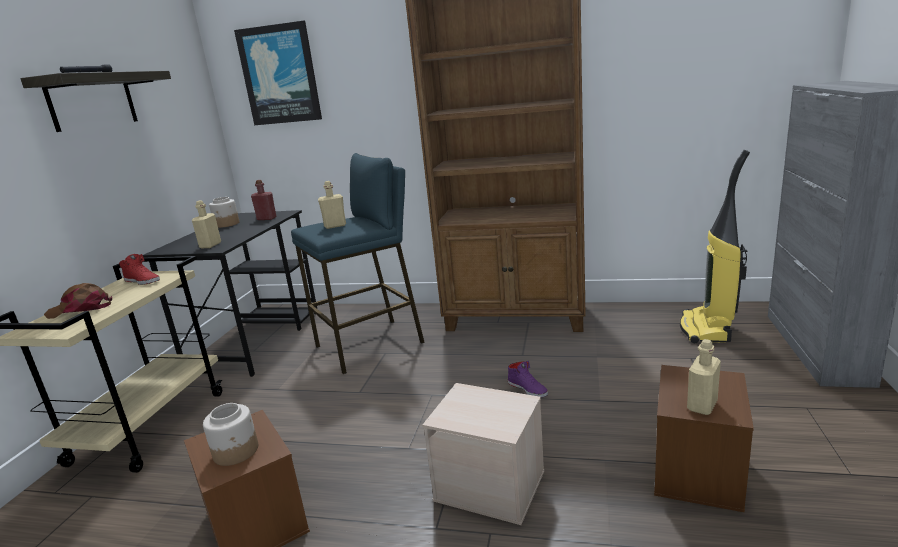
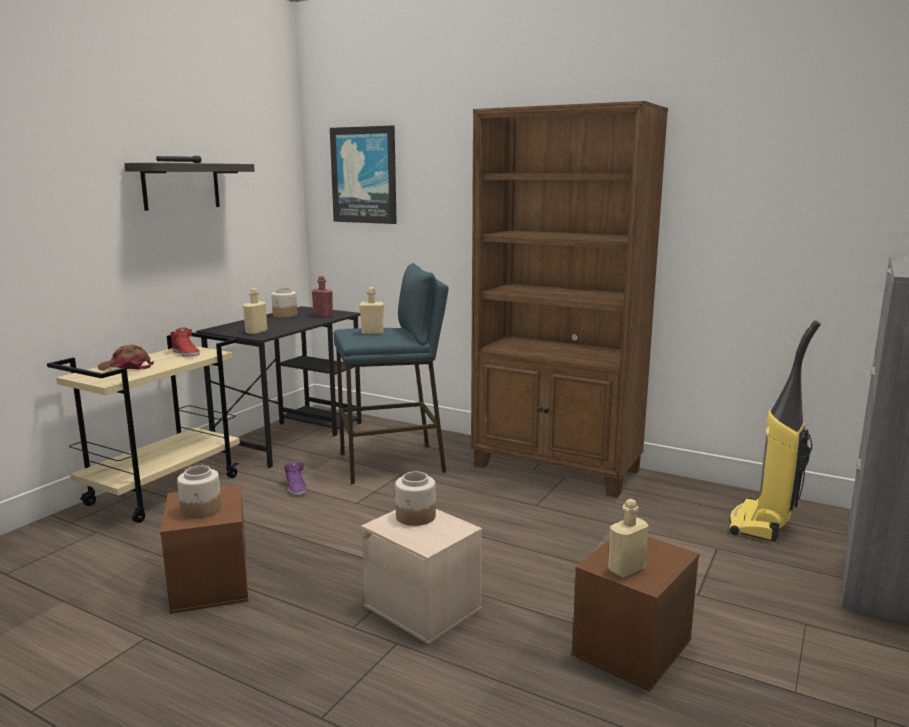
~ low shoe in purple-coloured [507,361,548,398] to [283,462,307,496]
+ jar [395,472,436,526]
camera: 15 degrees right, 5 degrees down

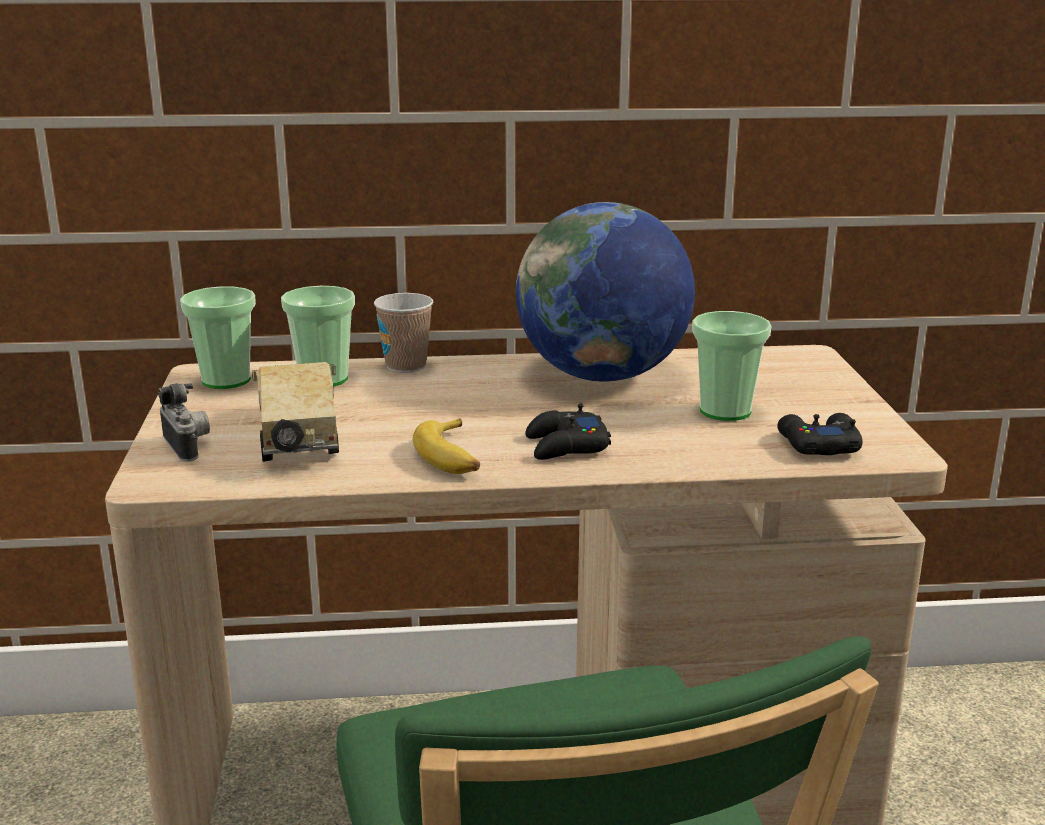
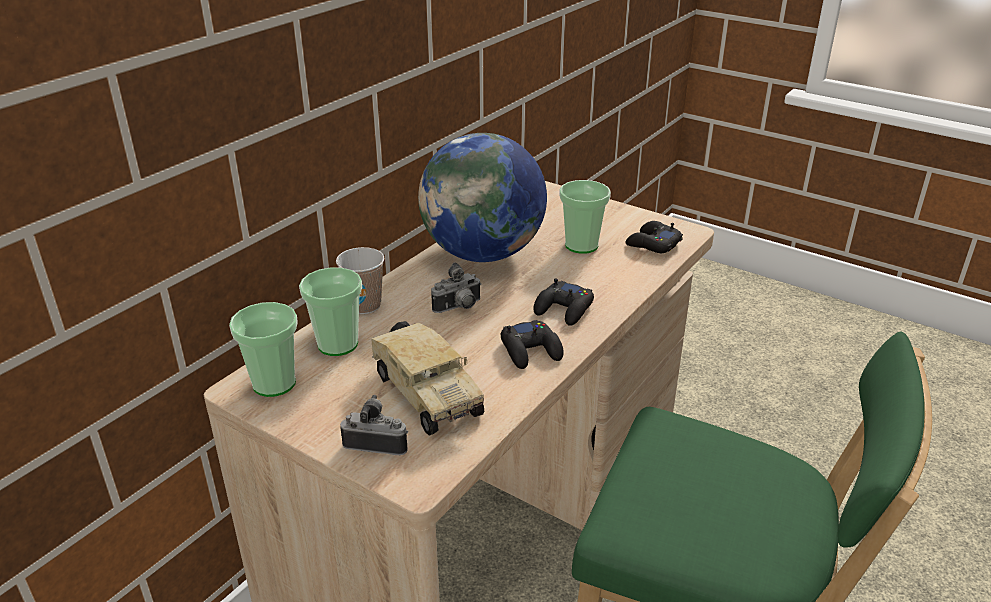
~ model truck [252,362,339,462] = [371,321,484,436] 150 degrees counterclockwise
~ whole banana [413,418,480,474] to joypad in blackish [501,320,564,369]
+ still camera [431,262,482,313]
camera: 50 degrees left, 10 degrees up

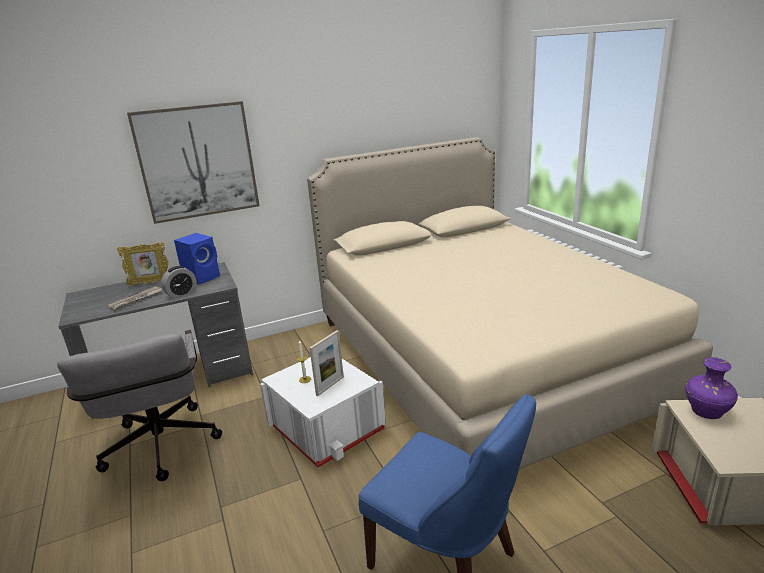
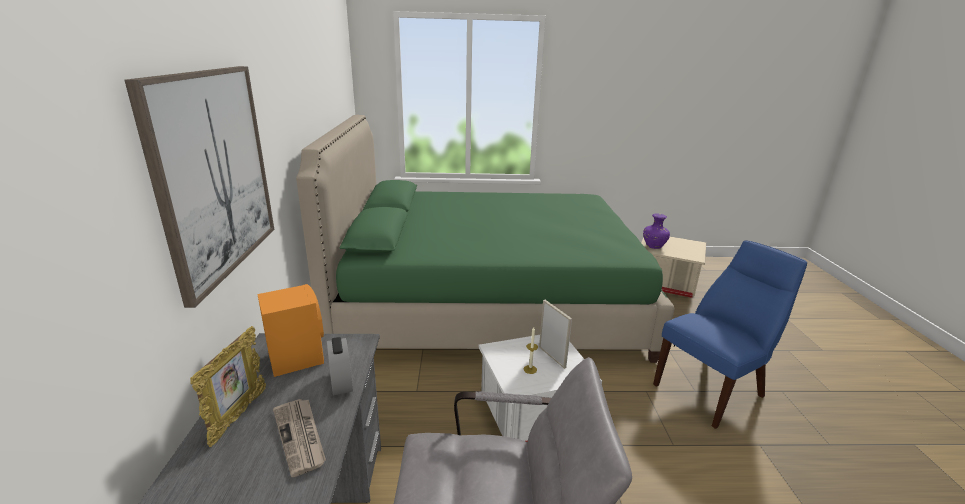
~ loudspeaker in blue-coloured [174,233,220,285] to loudspeaker in orange-coloured [257,284,324,377]
~ sleeping bed in beige [307,137,713,470] to sleeping bed in green [296,115,674,363]
camera: 70 degrees left, 0 degrees up

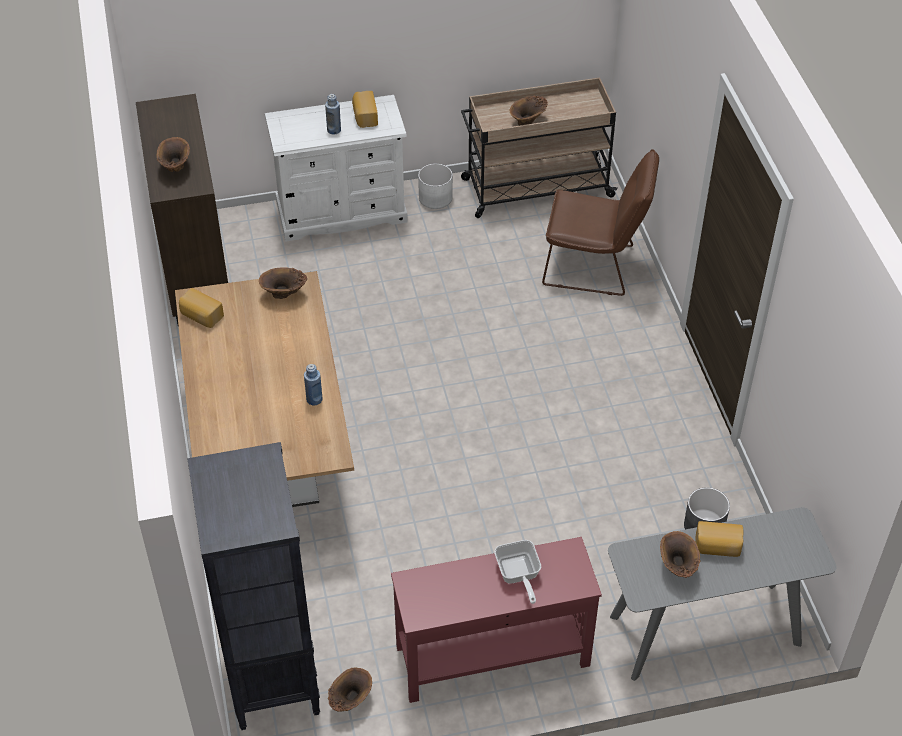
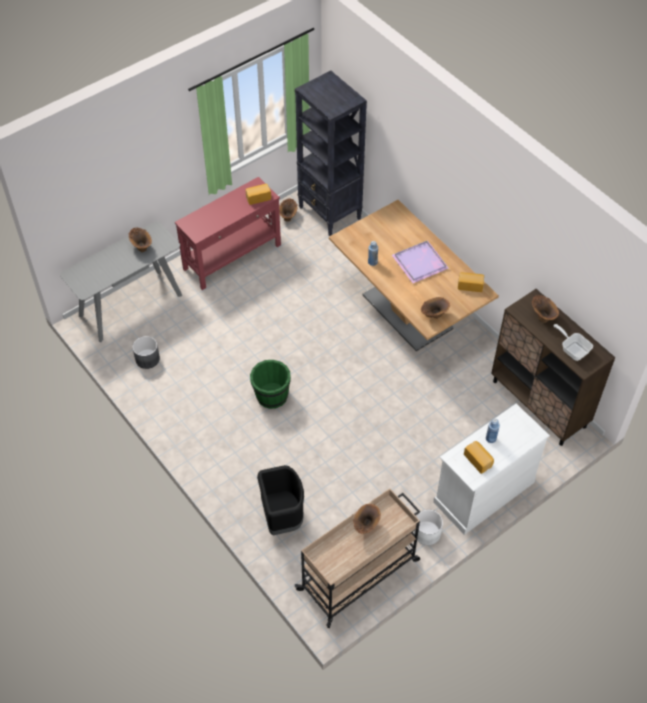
~ frying pan [494,540,541,604] to [553,324,593,361]
~ chair in brown [542,149,659,296] to waste bin in blackish [257,465,304,535]
~ bakery bread [696,521,744,557] to [246,184,271,205]
+ bucket in green [250,360,291,409]
+ tray in purple-coloured [392,240,449,283]
camera: 155 degrees right, 5 degrees up

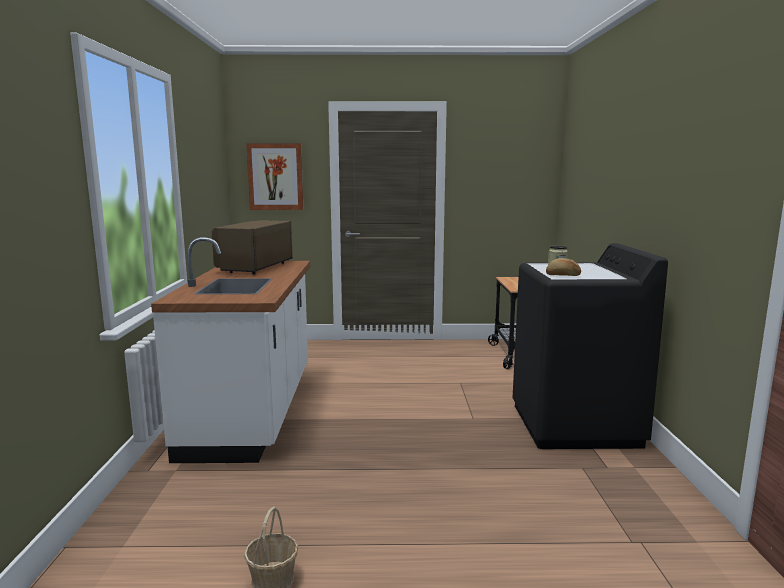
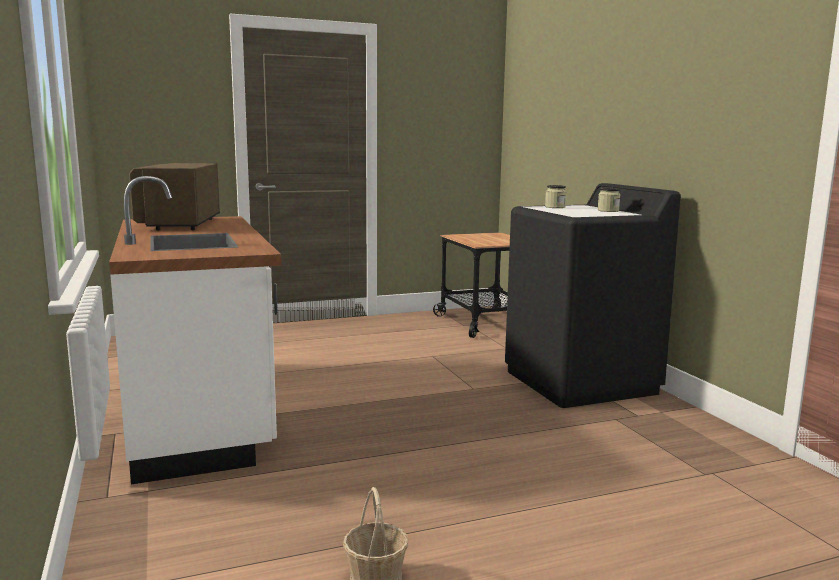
- picture [246,144,303,210]
- bakery bread [546,258,581,276]
+ jar [598,188,620,212]
camera: 20 degrees left, 0 degrees up

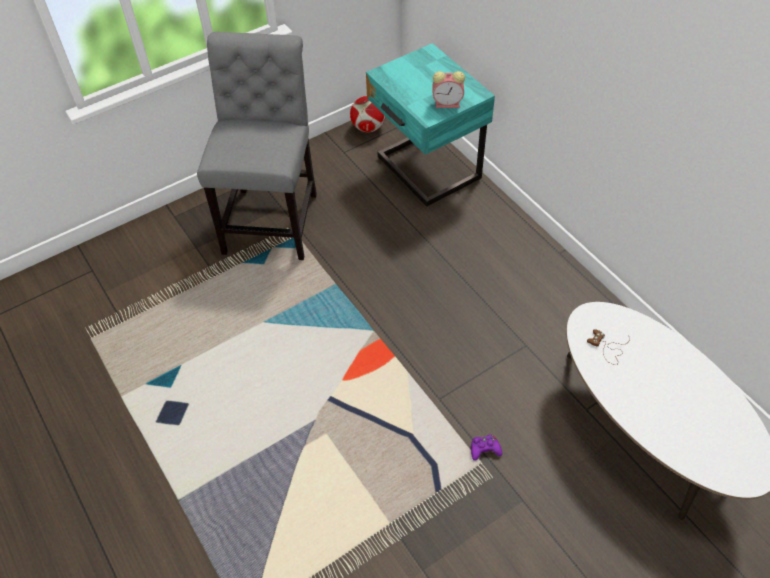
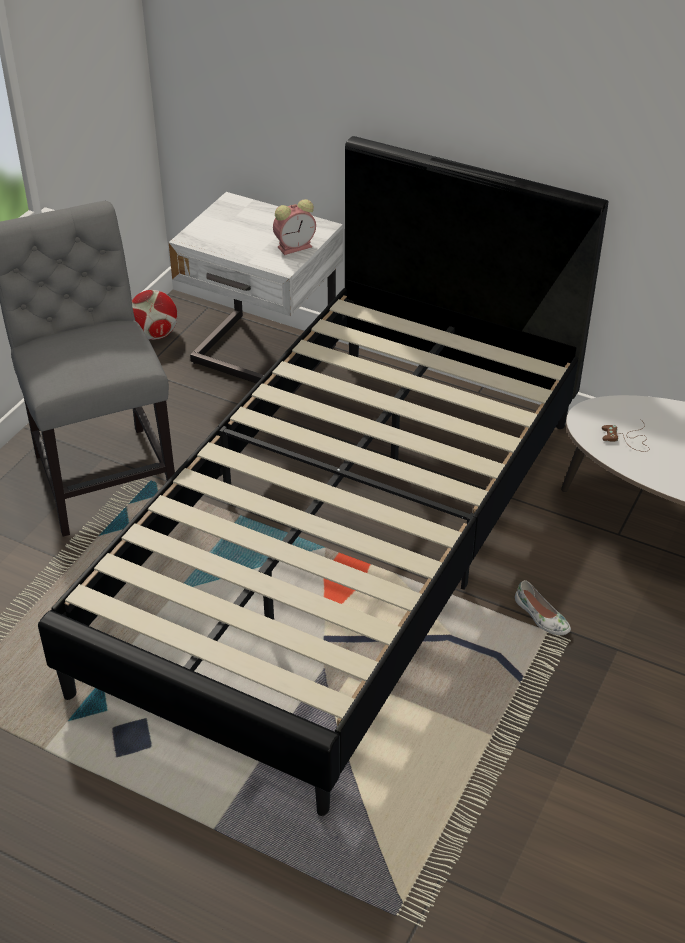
~ nightstand in turquoise [366,43,495,207] to nightstand in whitish [169,192,343,394]
~ joypad in purple-coloured [471,434,502,461] to low shoe in whitish [515,580,571,635]
+ sleeping bed in blackish [38,136,608,816]
camera: 30 degrees left, 10 degrees down

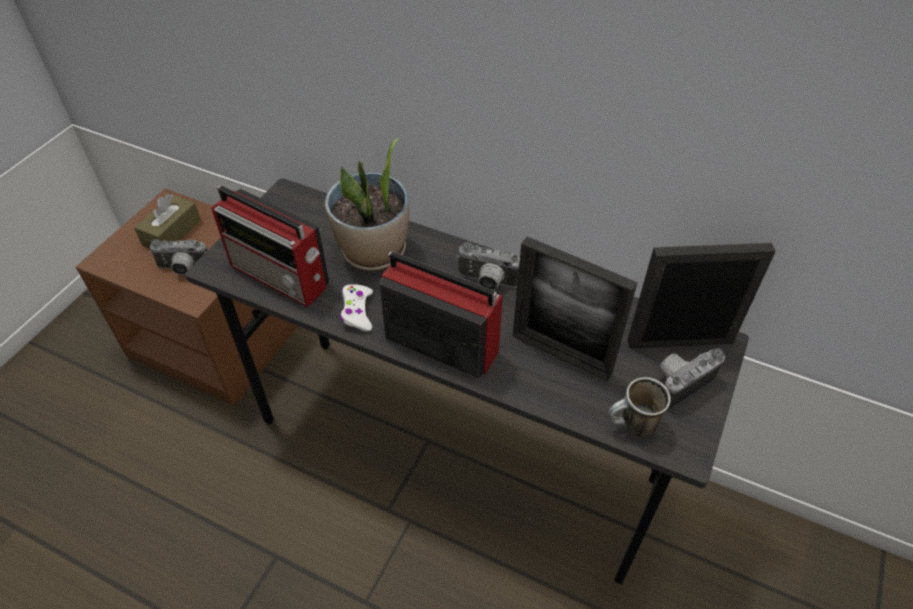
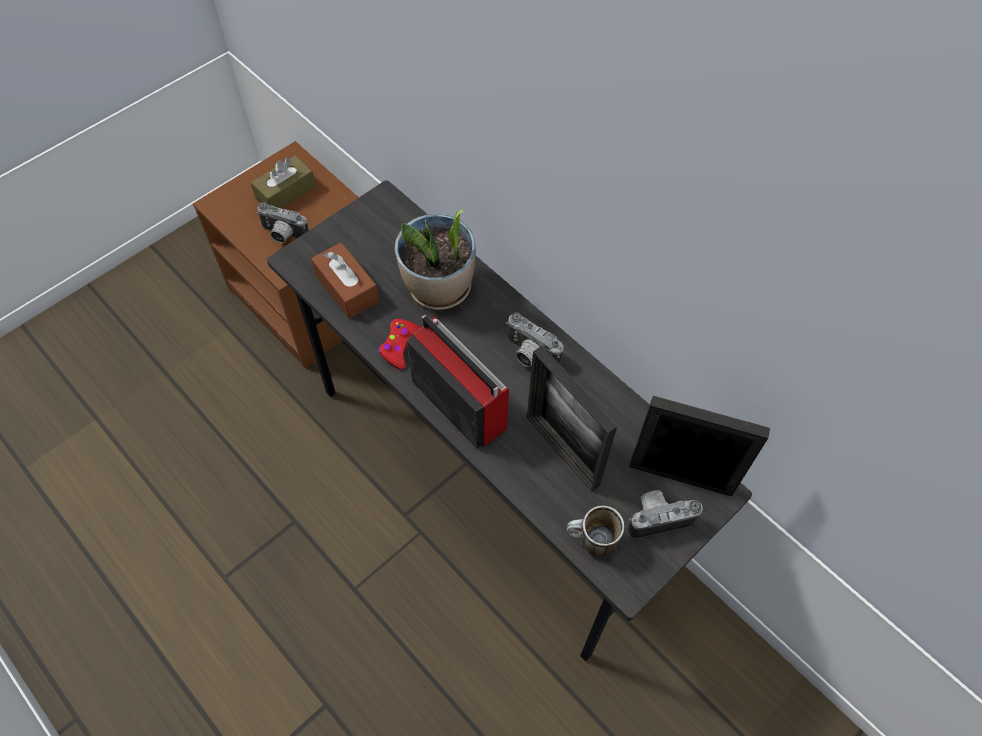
~ radio set [211,186,329,307] to box of tissues in brown [311,243,379,319]
~ joypad in whitish [340,284,373,332] to joypad in red-coloured [379,319,420,370]
camera: 20 degrees right, 10 degrees up

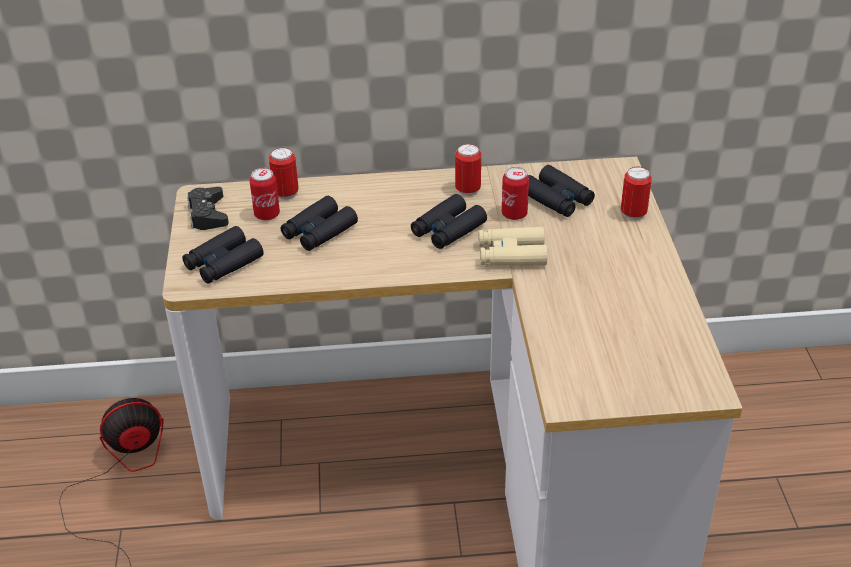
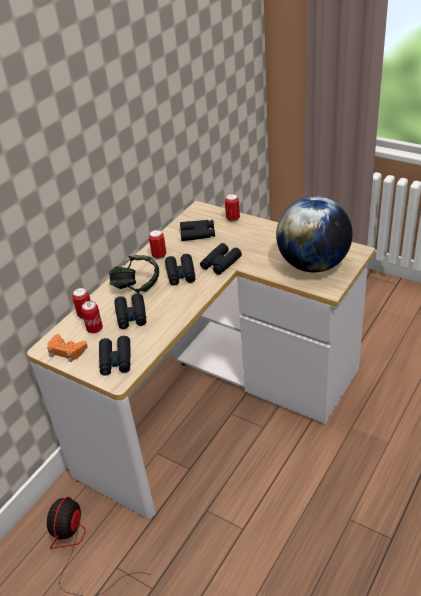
~ joypad in blackish [187,187,229,230] to joypad in orange-coloured [47,334,88,362]
~ binoculars in beige [478,227,547,266] to binoculars in blackish [200,243,242,275]
- metal can [502,167,529,220]
+ headphones [109,255,159,293]
+ world globe [276,196,353,272]
camera: 50 degrees left, 0 degrees up

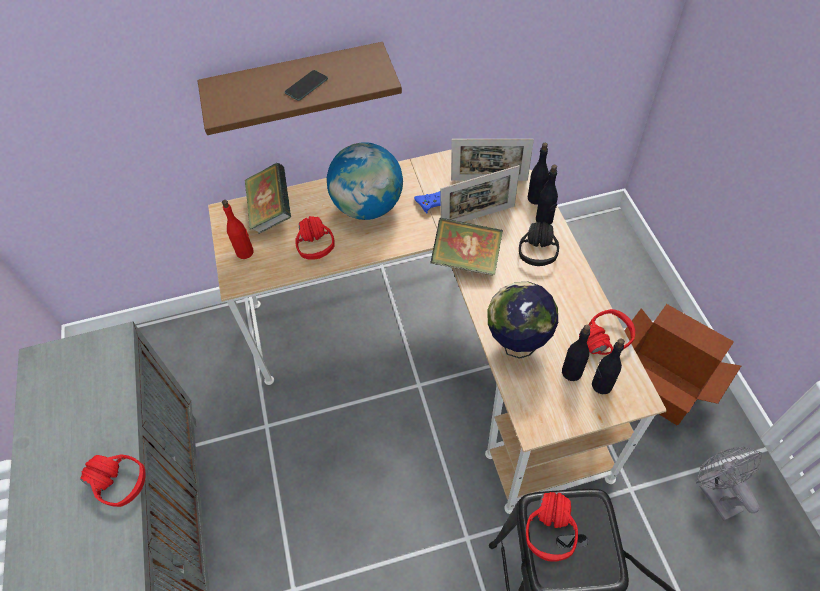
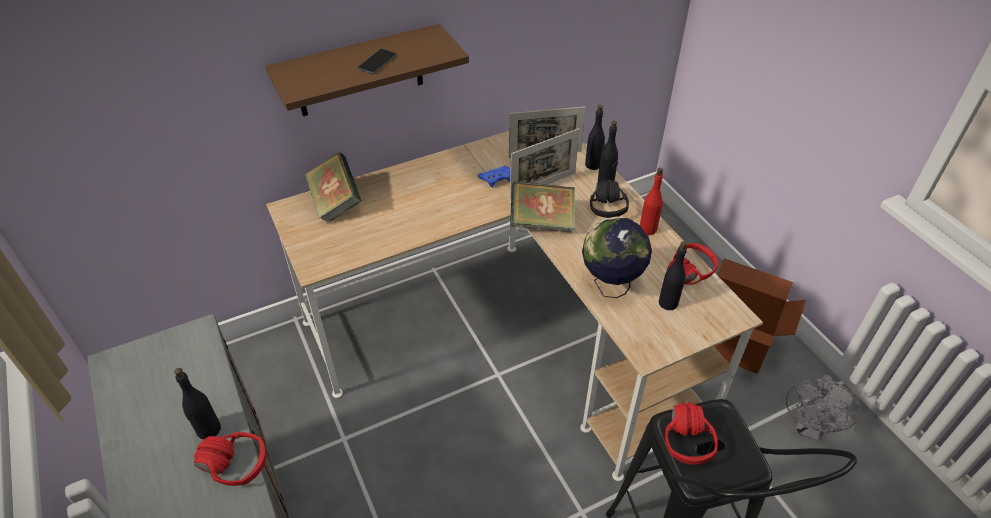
~ bottle in red-coloured [222,200,254,259] to [640,168,663,235]
- headphones in red-coloured [295,216,335,260]
- world globe [327,142,403,220]
~ bottle in blackish [592,339,625,394] to [174,368,221,440]
~ fan in gray [696,447,762,521] = [786,374,861,441] 120 degrees counterclockwise
camera: 15 degrees left, 10 degrees down

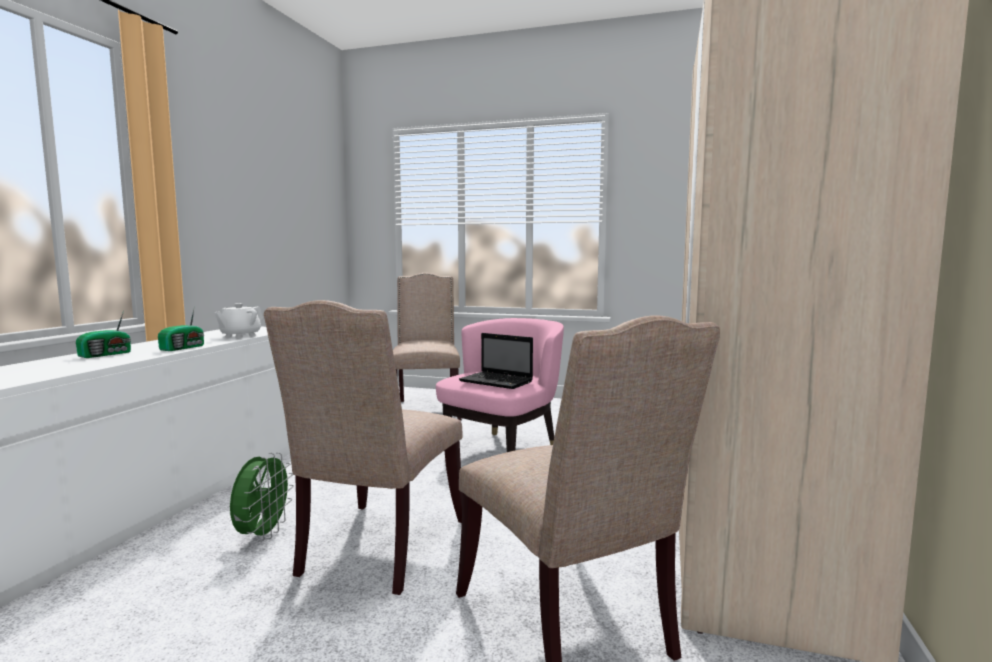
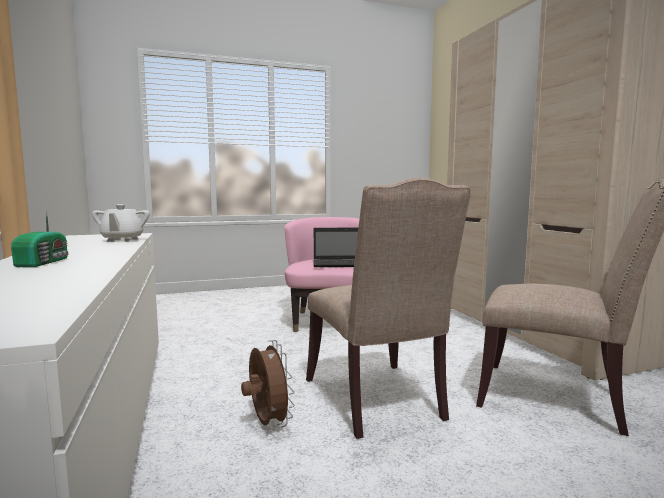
- radio set [158,309,204,351]
~ fan in green [230,452,294,542] to fan in brown [241,340,294,427]
- chair in beige [393,273,462,421]
camera: 35 degrees left, 0 degrees up

